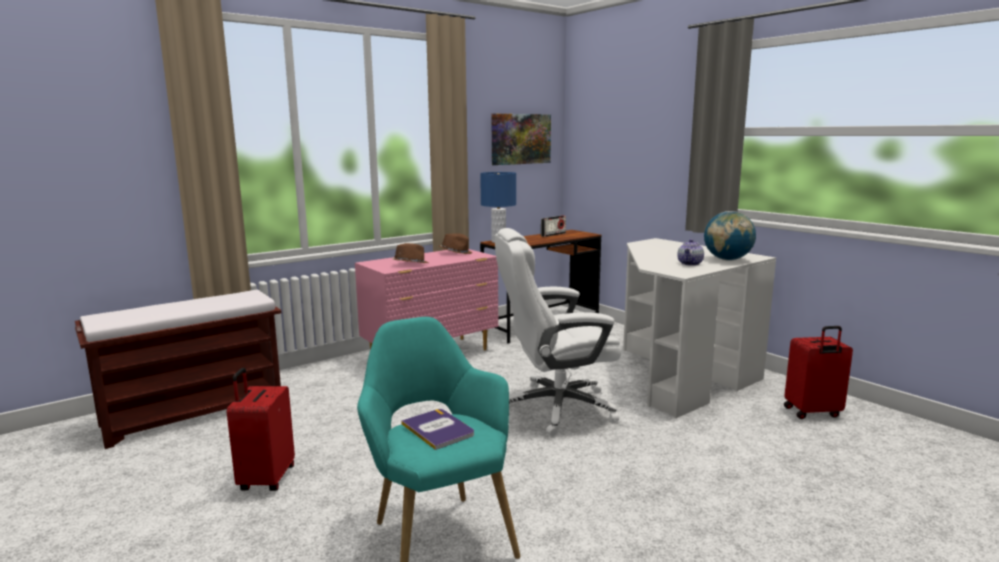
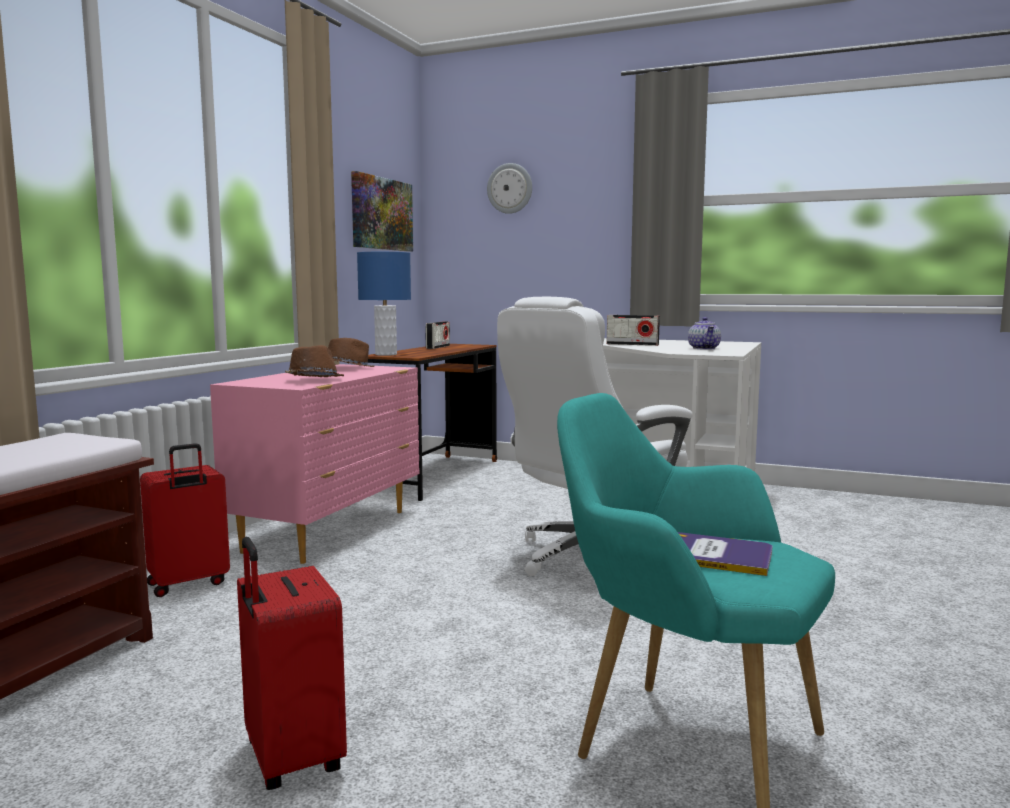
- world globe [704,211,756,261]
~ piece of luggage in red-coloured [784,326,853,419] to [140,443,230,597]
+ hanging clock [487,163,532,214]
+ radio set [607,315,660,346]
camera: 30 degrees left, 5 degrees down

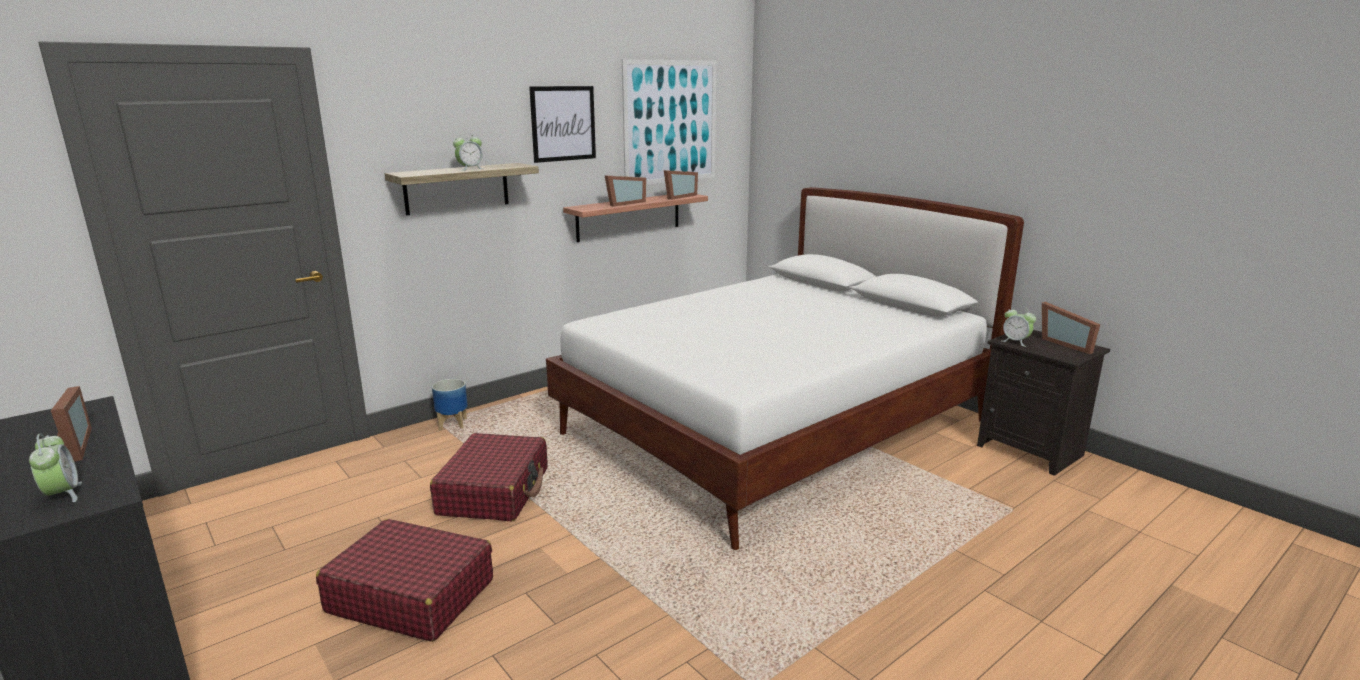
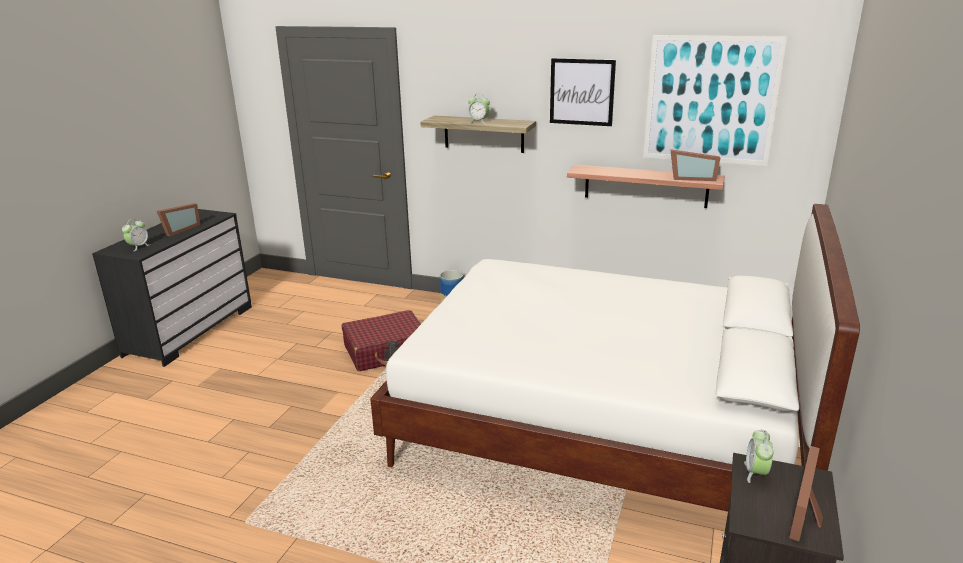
- piece of luggage in red-coloured [316,519,493,642]
- photo frame [604,175,646,207]
camera: 60 degrees right, 5 degrees up

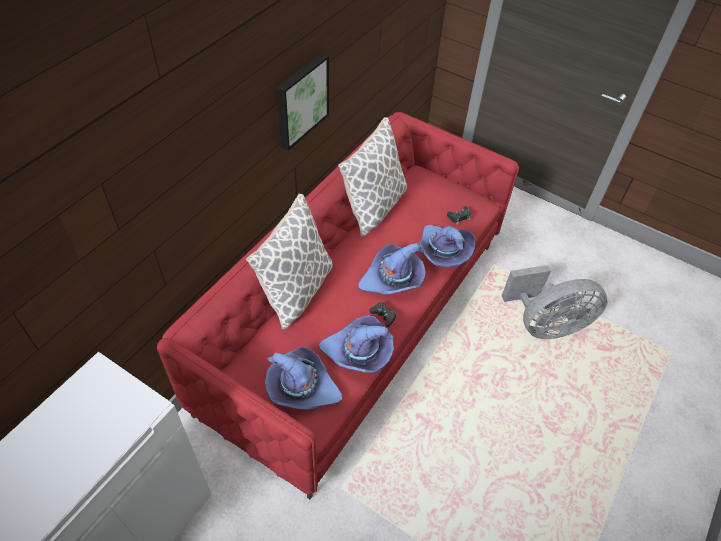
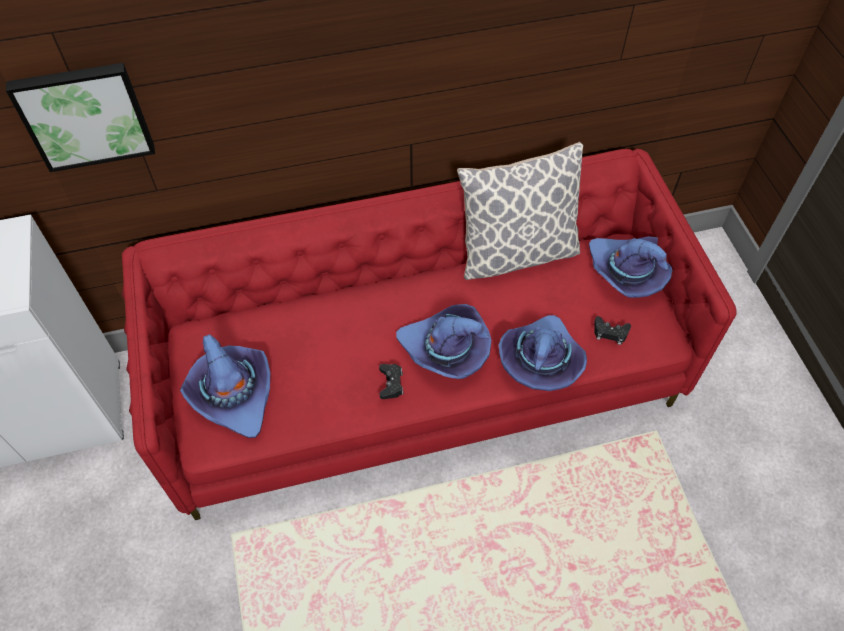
- pillow [246,194,333,329]
~ picture [277,53,329,151] to [6,63,155,172]
~ hat in purple-coloured [319,315,394,373] to [589,236,672,298]
- fan in gray [502,265,608,339]
camera: 45 degrees right, 5 degrees up

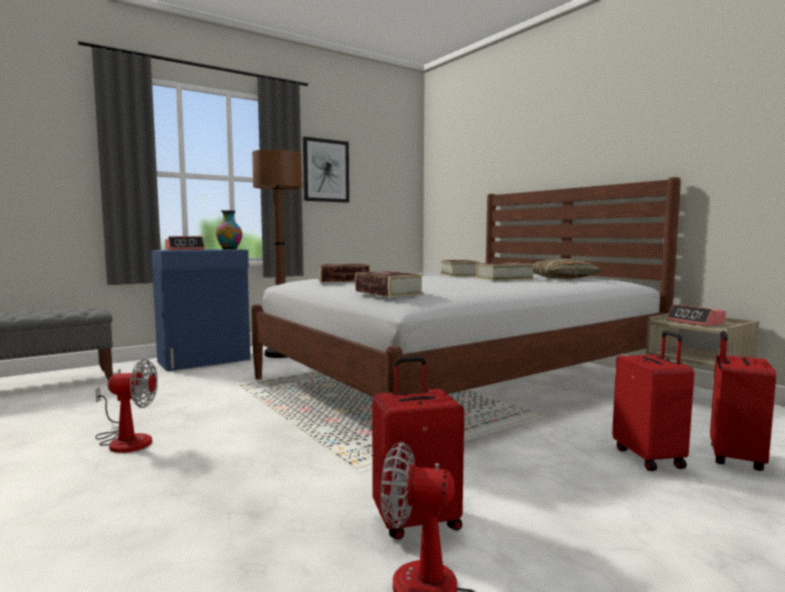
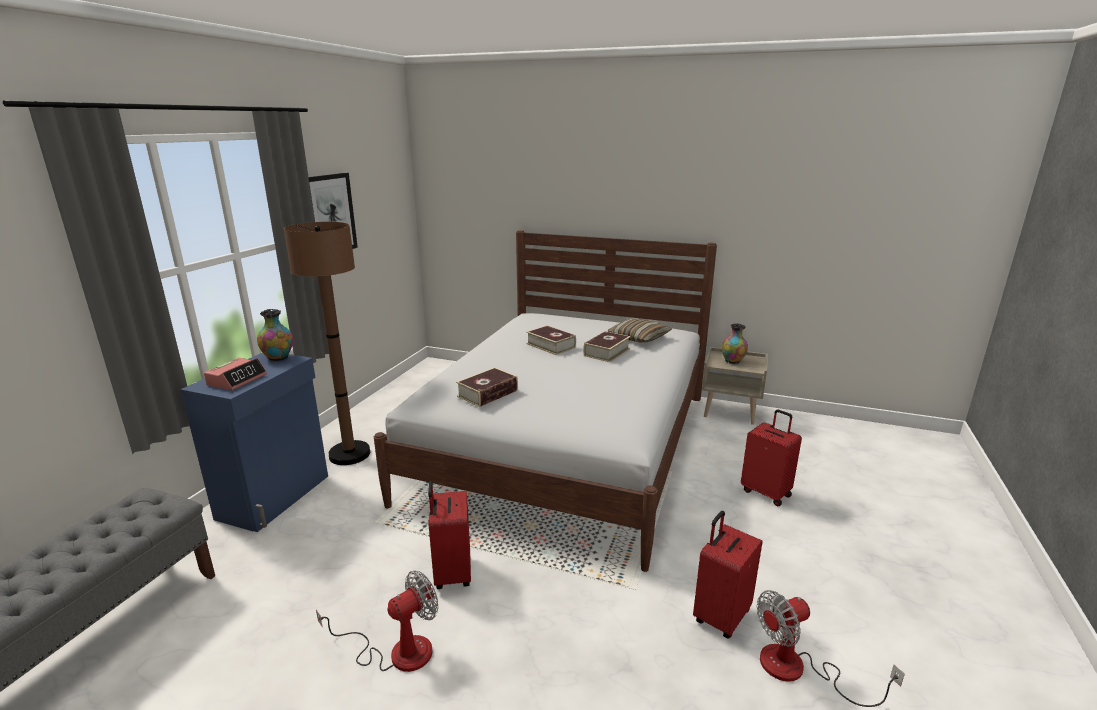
- volume [355,271,424,297]
~ bedside clock [666,304,726,326] to flower vase [722,323,748,364]
~ piece of luggage in red-coloured [710,331,776,471] to [428,481,471,589]
camera: 35 degrees left, 15 degrees up

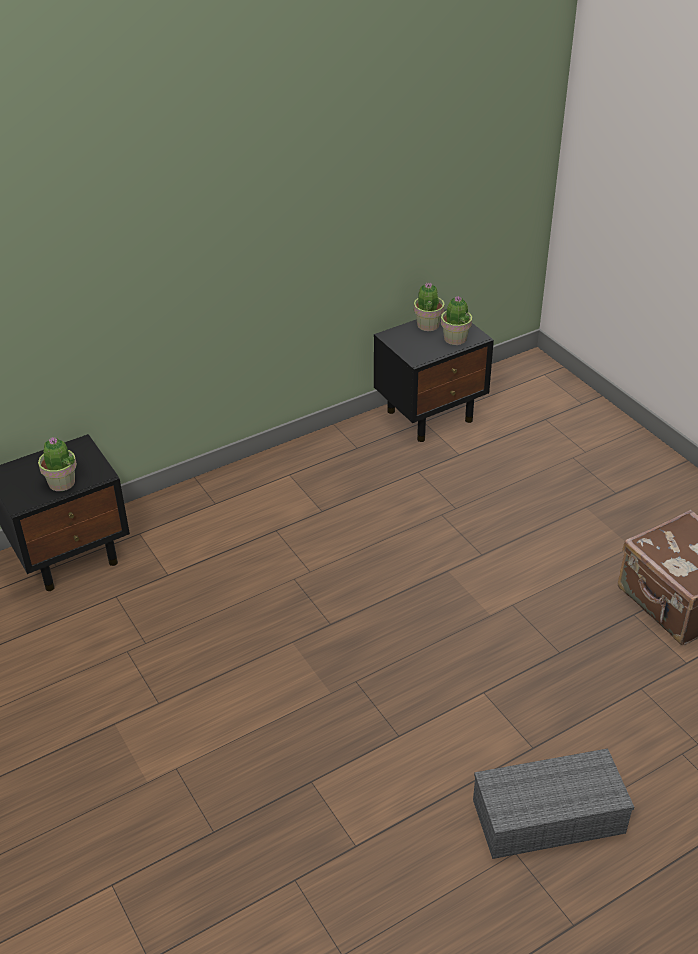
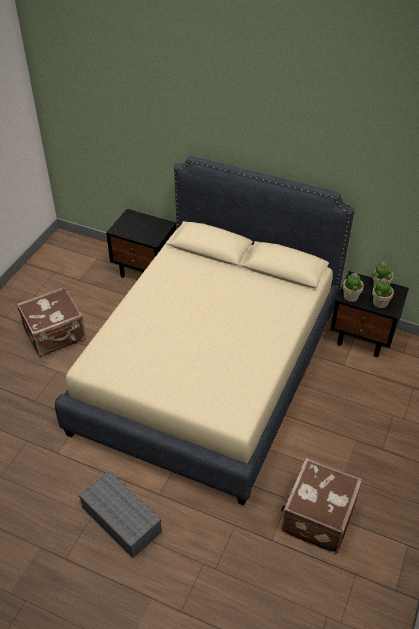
~ plant in a pot [38,437,77,491] to [343,273,364,302]
+ piece of luggage in brown [17,287,86,357]
+ sleeping bed in beige [55,156,355,506]
camera: 55 degrees right, 5 degrees up

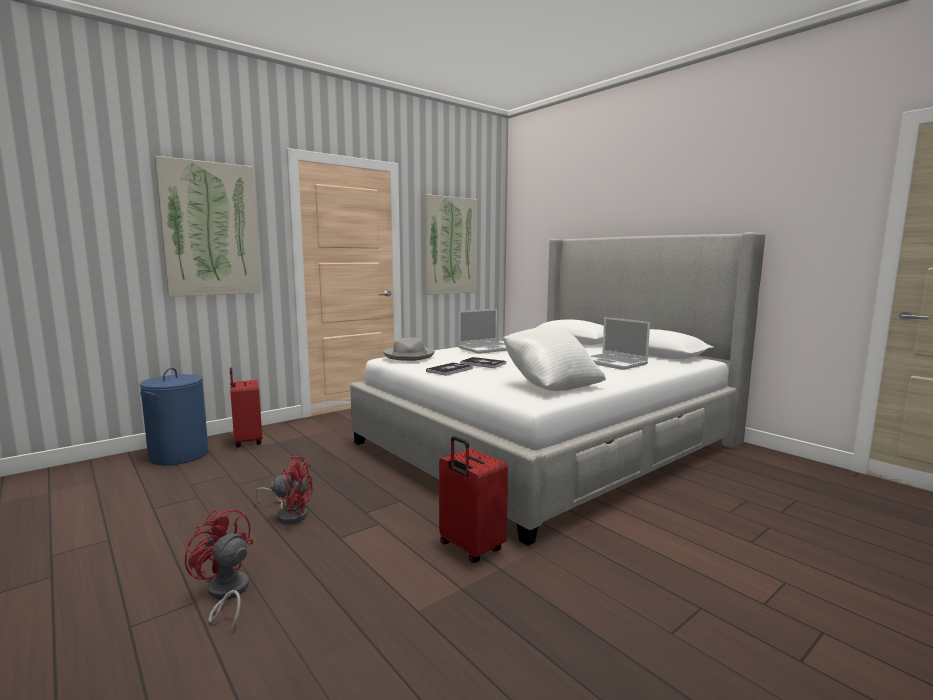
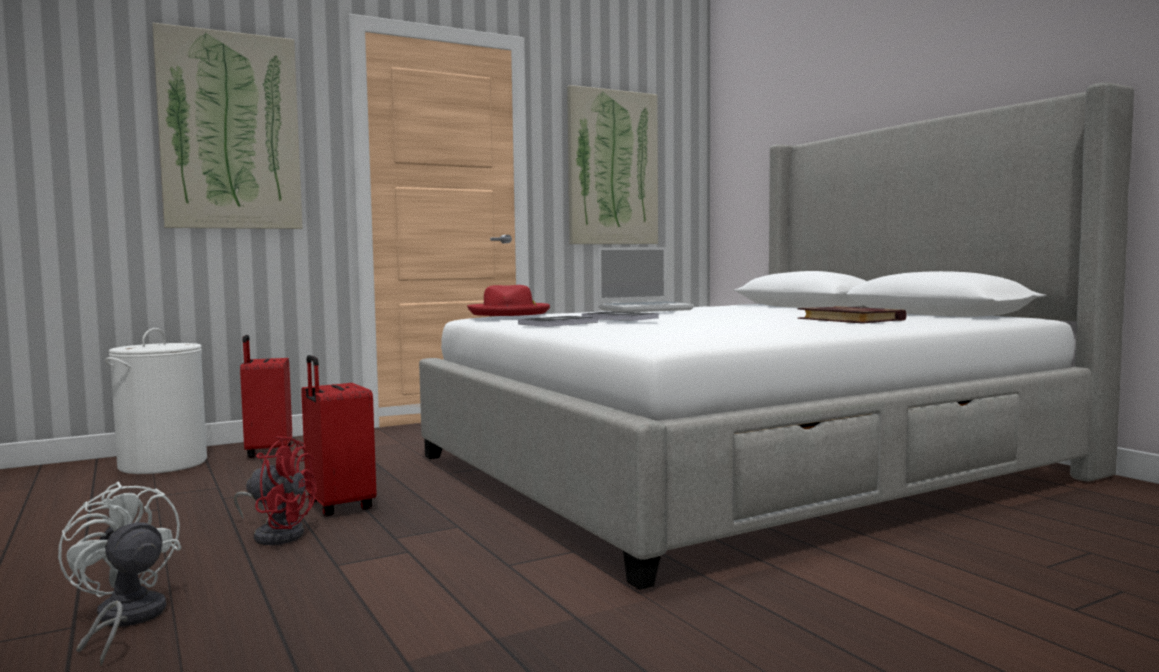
~ hamper in blue-coloured [140,368,208,465] to hamper in whitish [105,328,207,474]
~ fan in red-coloured [185,509,253,633] to fan in whitish [58,481,181,667]
~ hat in gray [383,338,435,361] to hat in red-coloured [467,285,550,316]
~ piece of luggage in red-coloured [439,436,508,563] to [301,355,377,517]
- pillow in whitish [503,325,606,391]
~ notebook computer [590,317,650,370] to volume [797,306,907,324]
camera: 10 degrees right, 5 degrees down

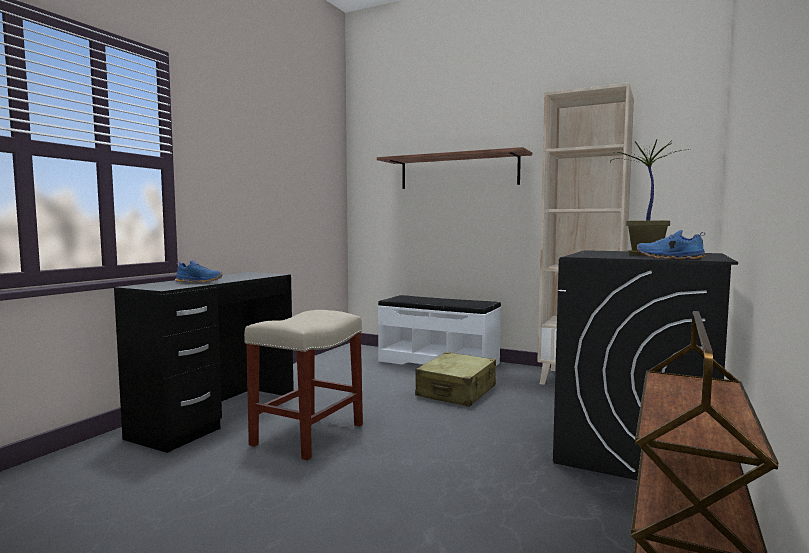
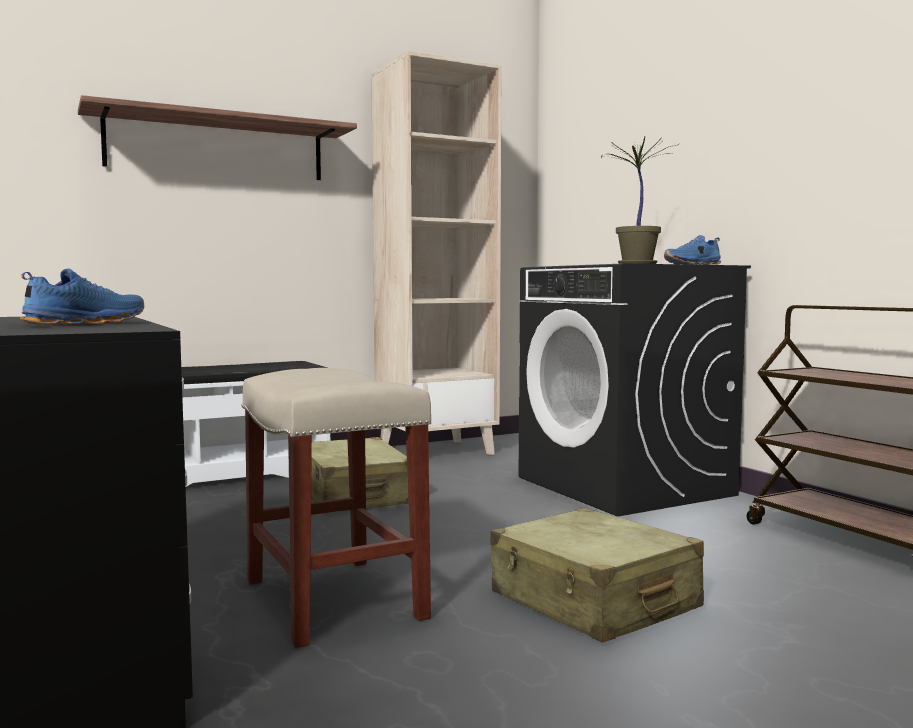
+ piece of luggage in beige [490,508,704,643]
camera: 55 degrees left, 0 degrees up

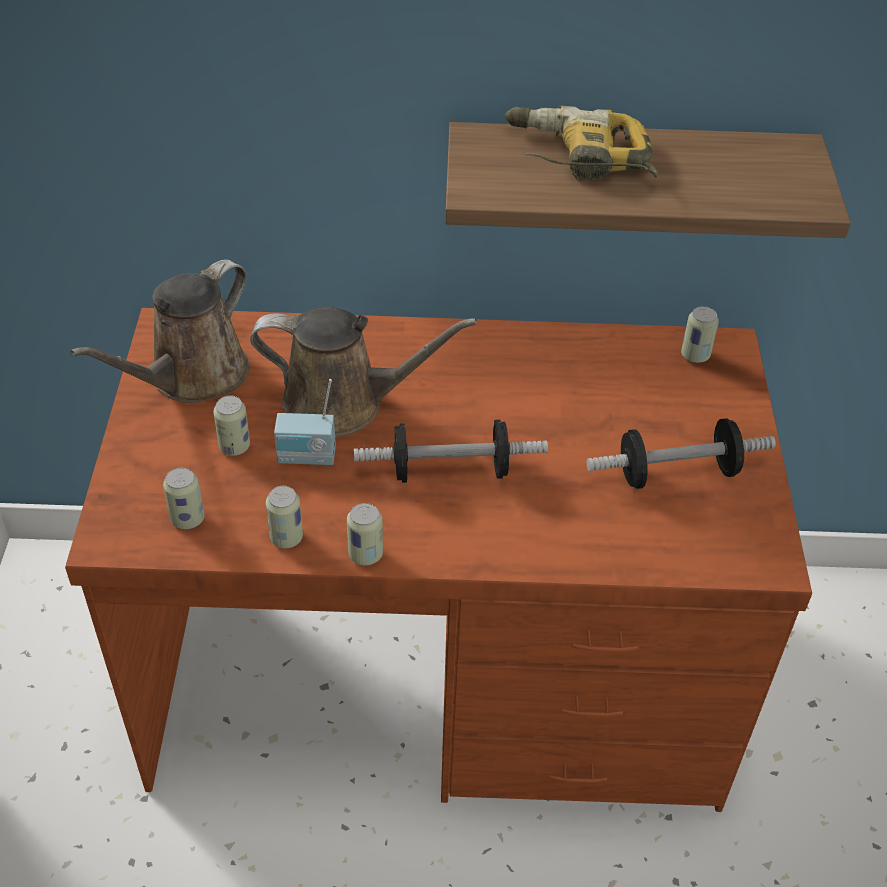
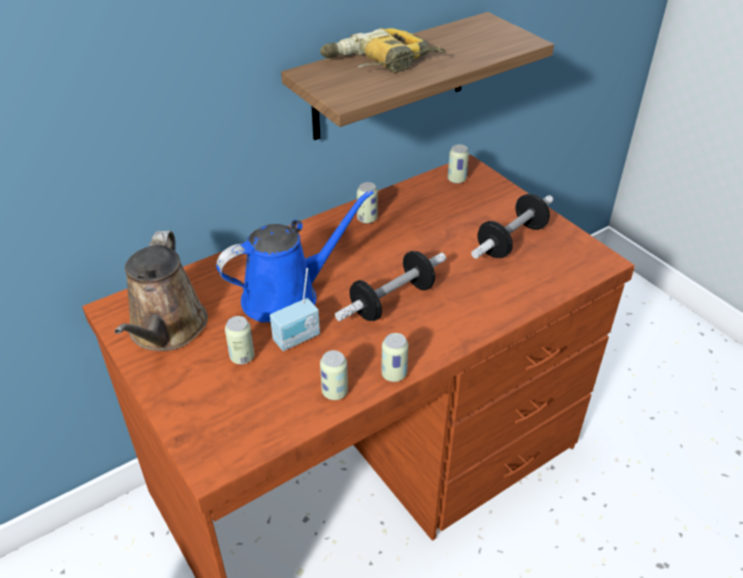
~ metal can [163,468,204,529] to [357,182,378,224]
~ watering can in brown [250,306,477,437] to watering can in blue-coloured [216,190,374,322]
camera: 35 degrees left, 5 degrees down

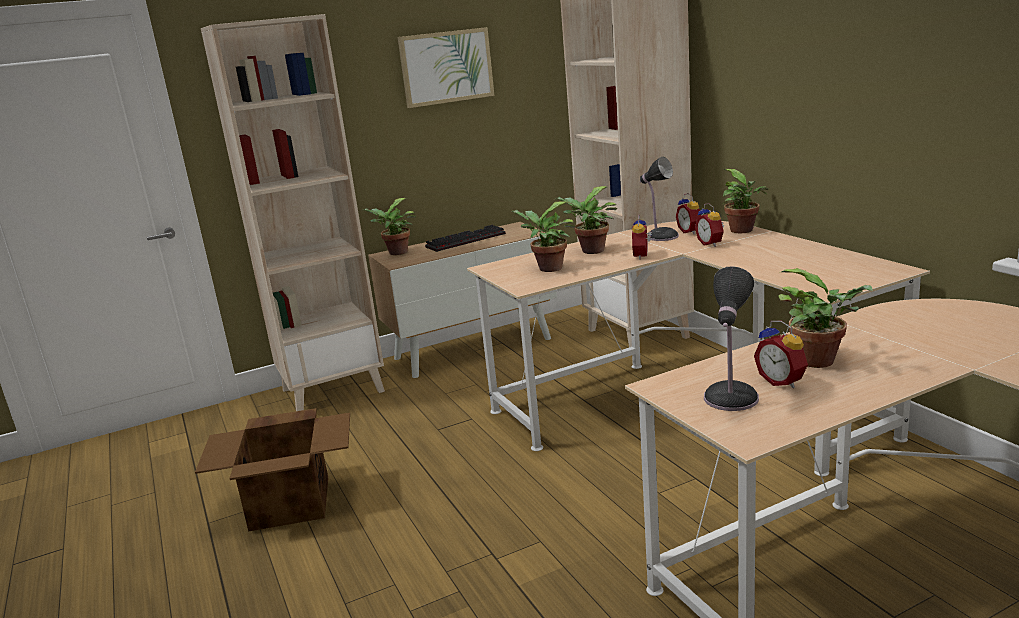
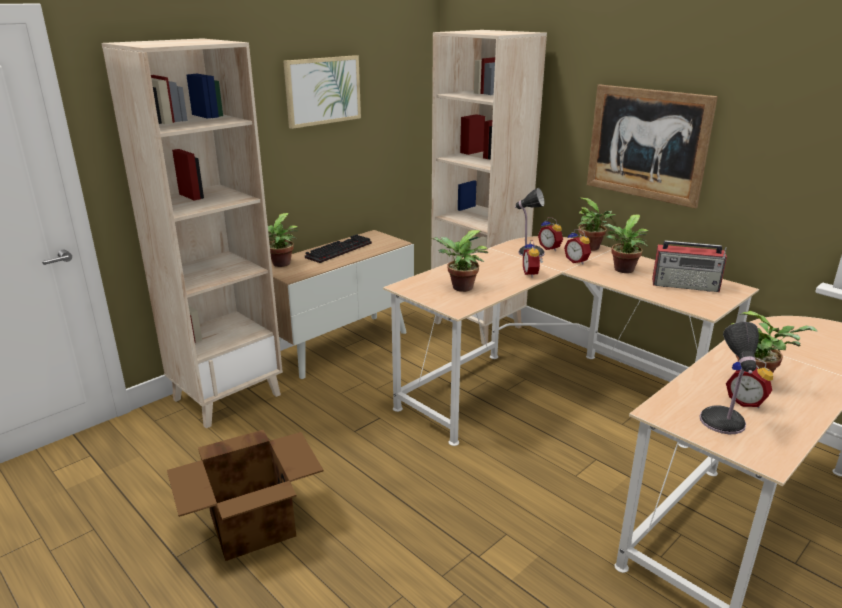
~ plant in a pot [555,186,617,254] to [603,215,648,273]
+ picture [587,85,718,209]
+ radio set [652,240,727,292]
camera: 20 degrees left, 5 degrees up

